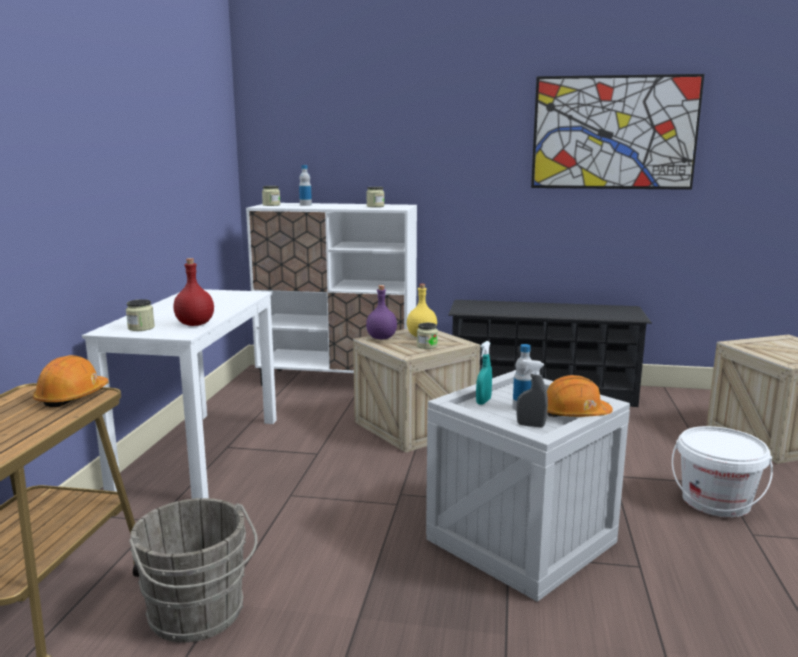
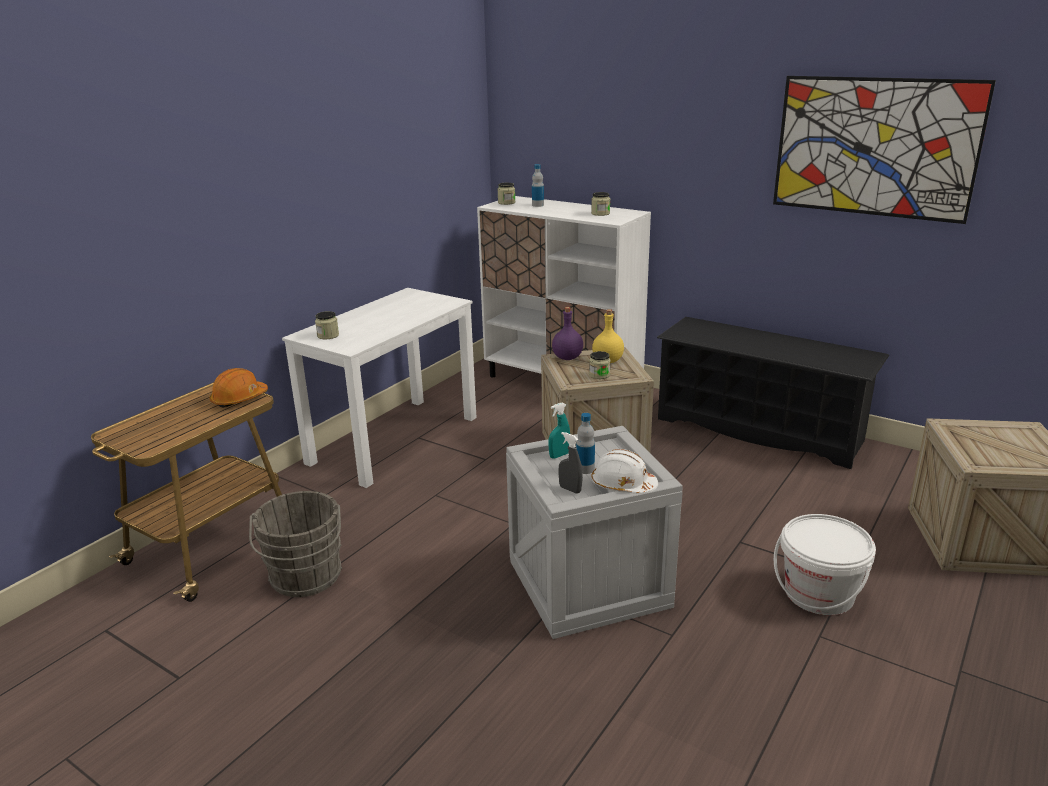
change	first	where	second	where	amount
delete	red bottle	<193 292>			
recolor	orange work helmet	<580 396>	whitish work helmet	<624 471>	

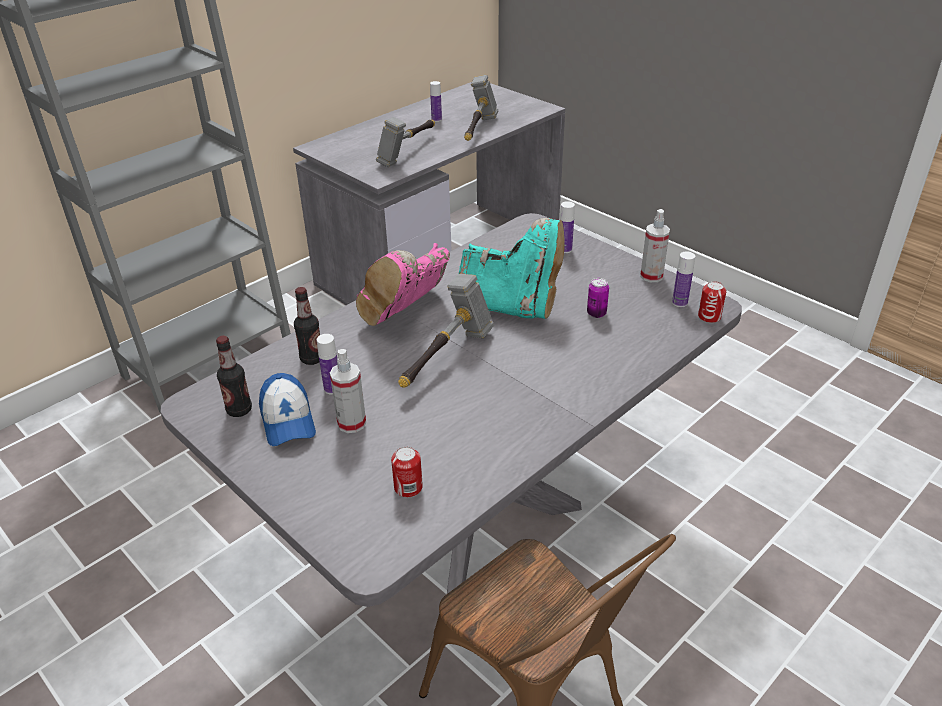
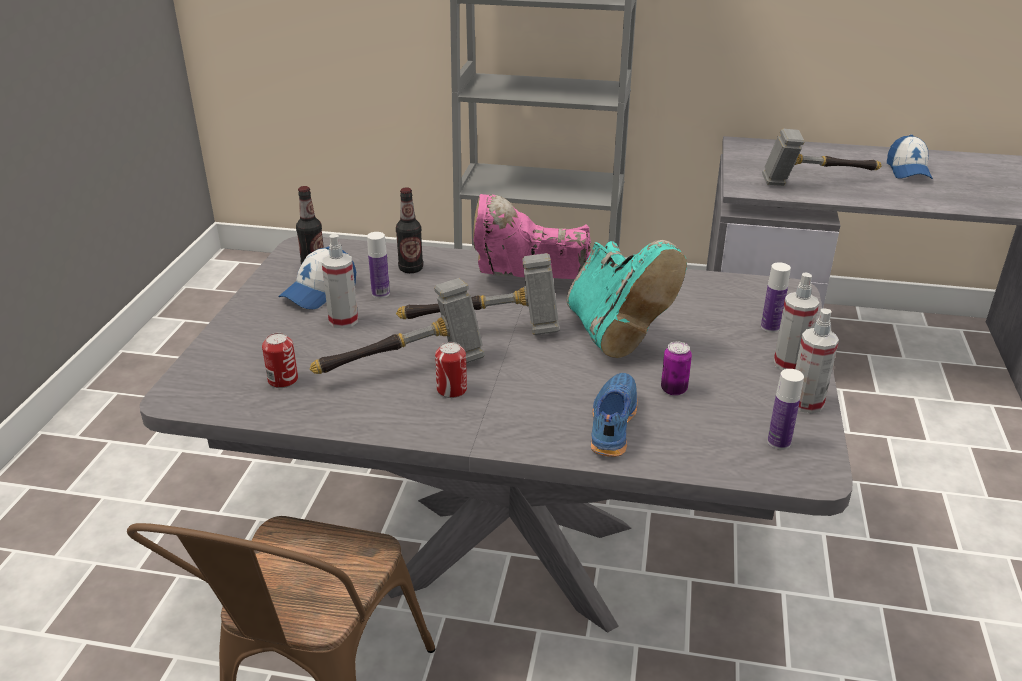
change	first	where	second	where	amount
replace	bottle	<436 101>	peaked cap	<910 157>	
move	hand hammer	<481 108>		<397 326>	
move	can	<712 302>		<451 370>	
insert			blue-coloured low shoe	<614 415>	
insert			sprayer	<796 321>	

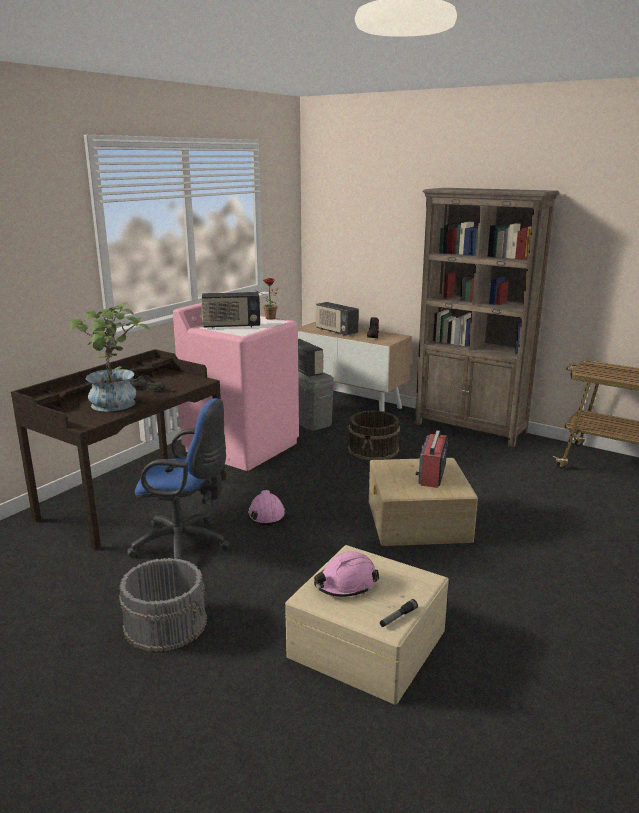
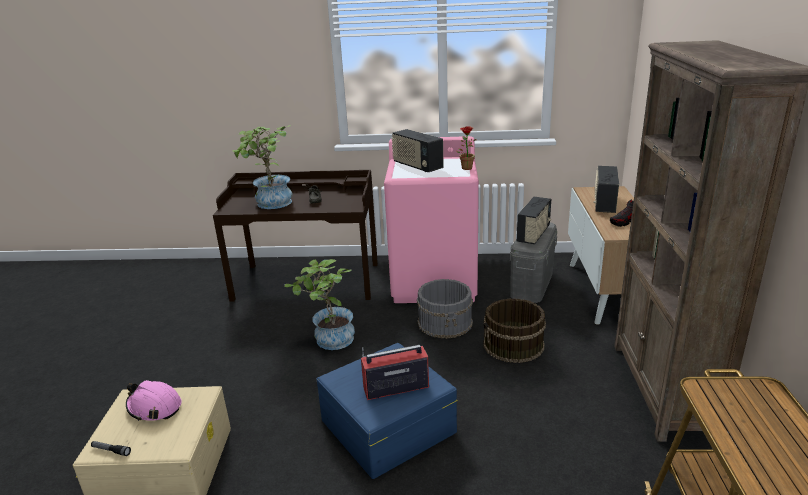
change	first	where	second	where	amount
move	gray water bucket	<163 605>		<445 309>	
delete	blue-coloured desk chair	<178 478>			
replace	pink work helmet	<266 507>	plant in a pot	<319 304>	
recolor	beige storage bin	<423 502>	blue-coloured storage bin	<387 411>	

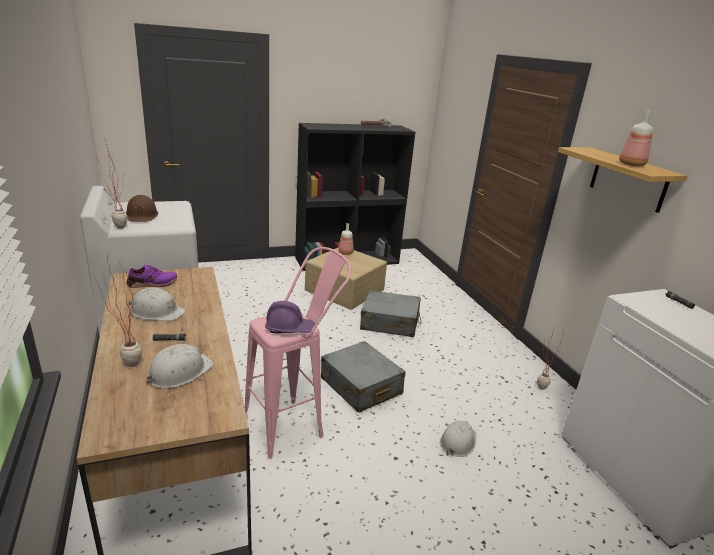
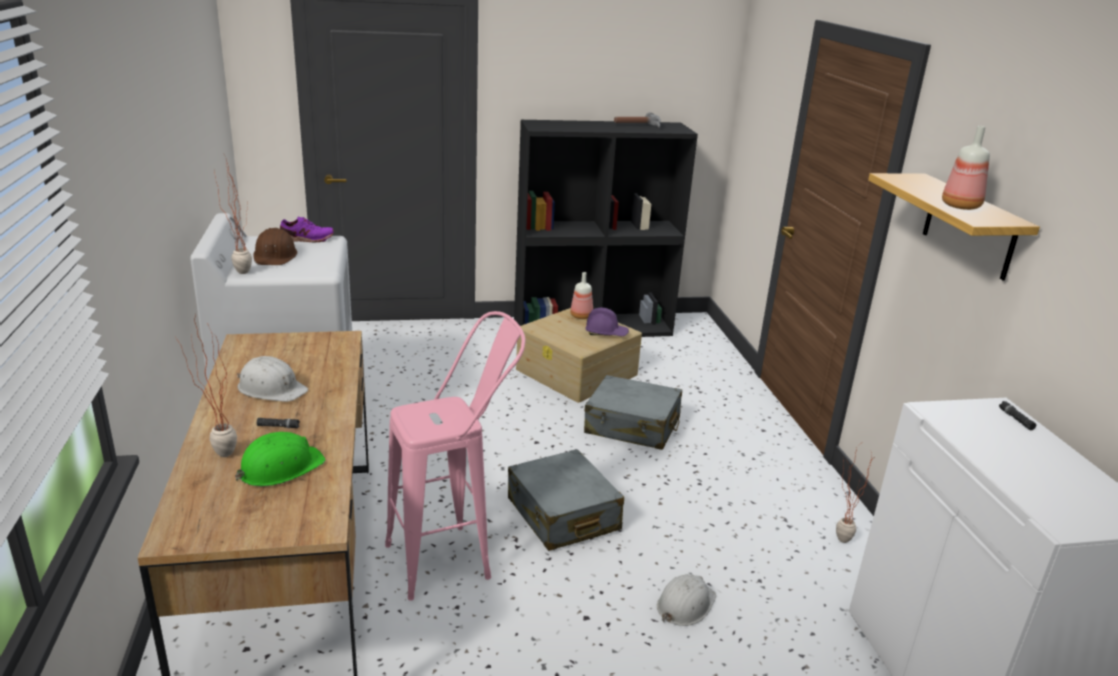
change	first	where	second	where	amount
move	purple-coloured low shoe	<151 276>		<307 230>	
recolor	whitish work helmet	<180 366>	green-coloured work helmet	<280 459>	
move	purple-coloured work helmet	<290 317>		<607 322>	

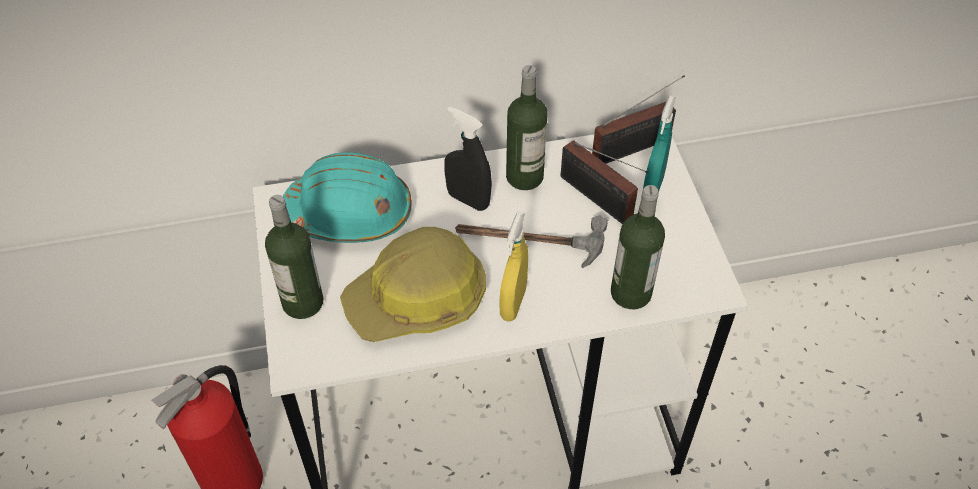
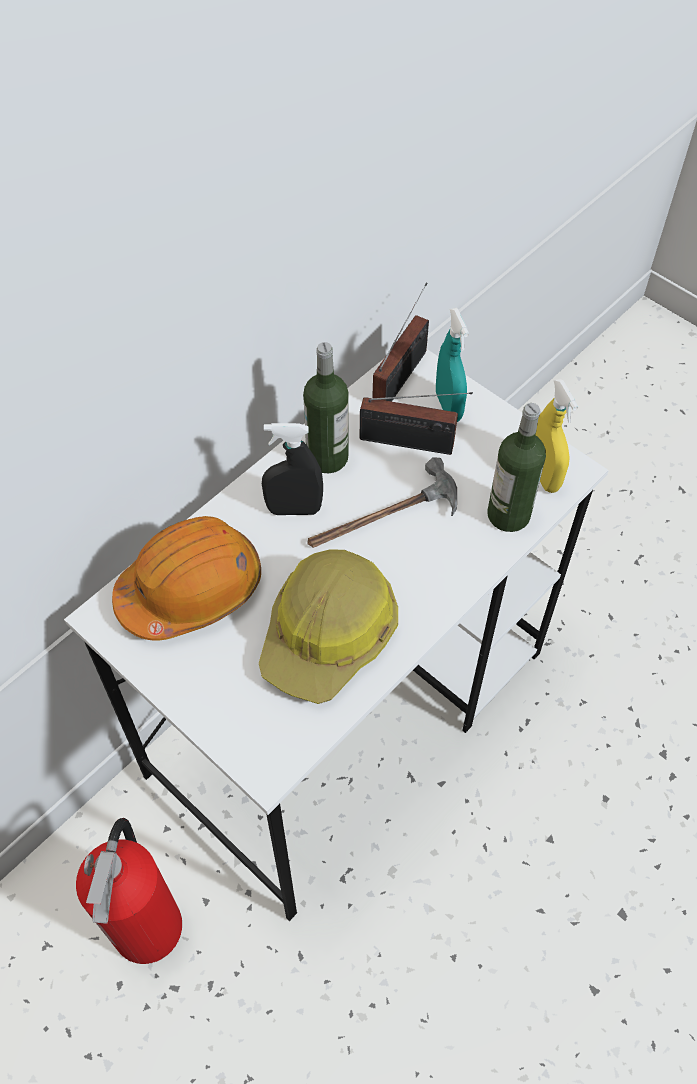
change	first	where	second	where	amount
delete	bottle	<294 257>			
recolor	turquoise work helmet	<347 197>	orange work helmet	<186 578>	
move	yellow sprayer	<513 266>		<557 435>	

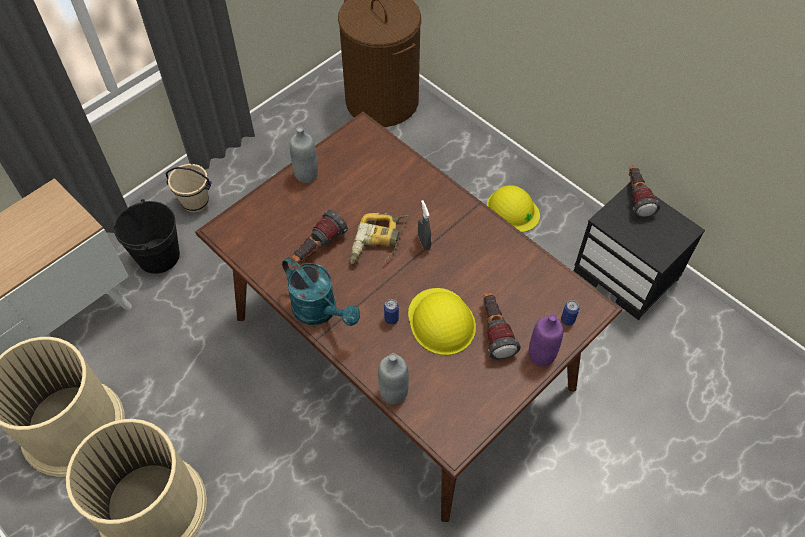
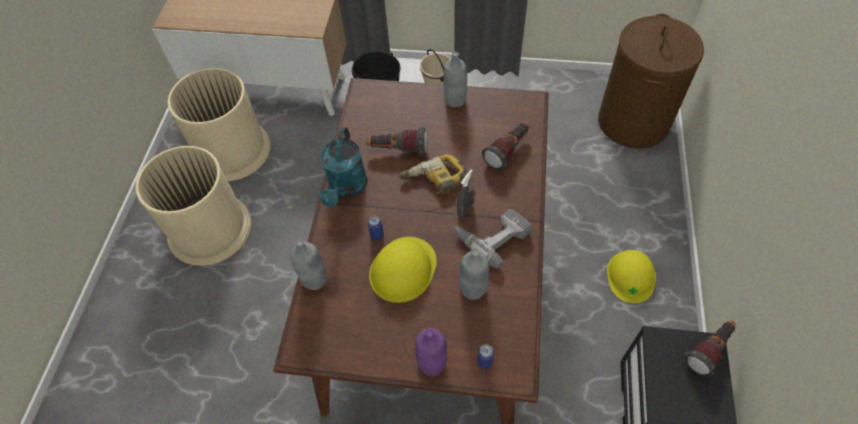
change	first	where	second	where	amount
move	torch	<502 325>		<506 146>	
insert			electric drill	<493 239>	
insert			gray bottle	<474 274>	

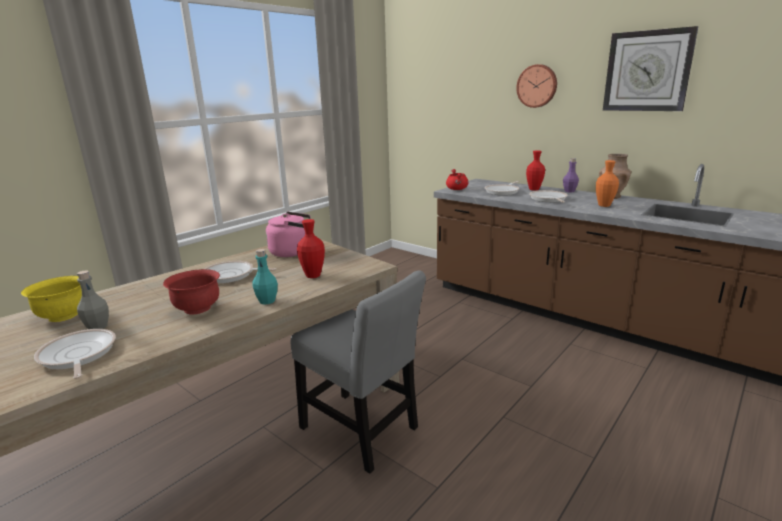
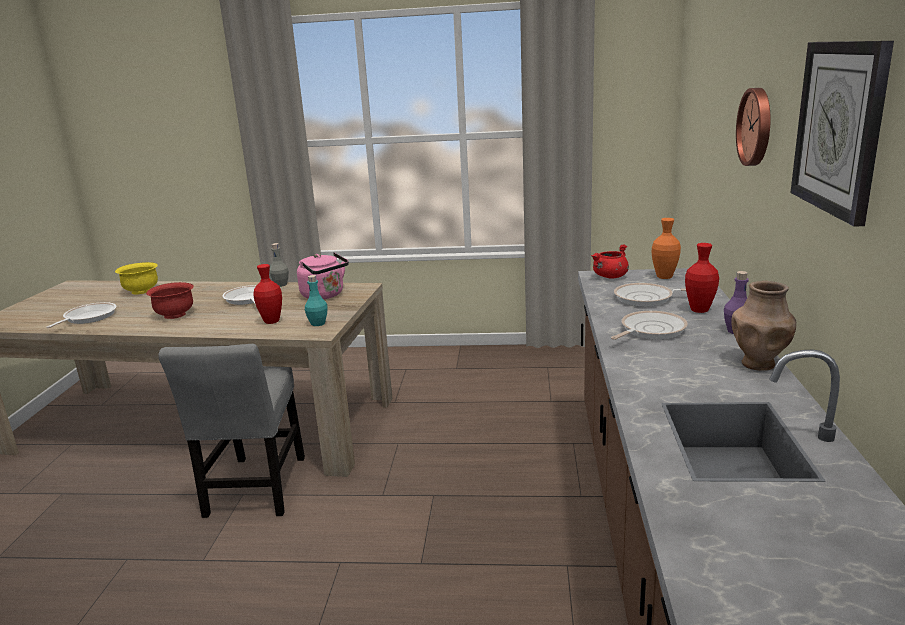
change	first	where	second	where	amount
move	gray bottle	<93 299>		<279 265>	
move	turquoise bottle	<265 277>		<316 300>	
move	orange decorative vase	<607 183>		<666 248>	

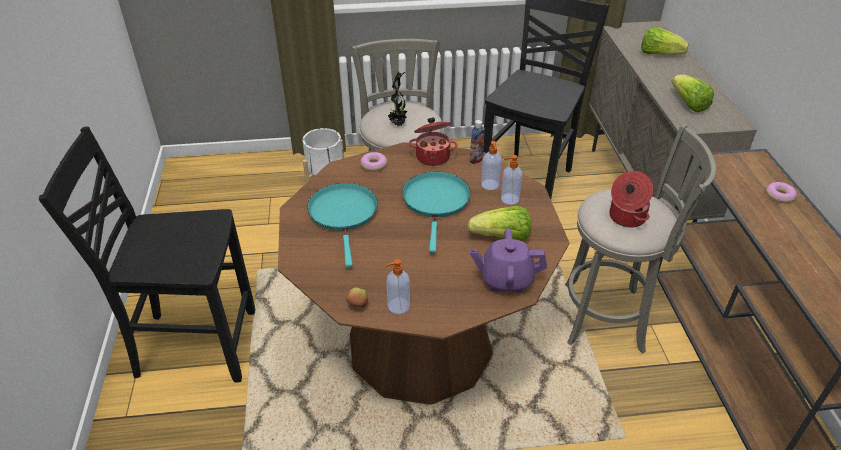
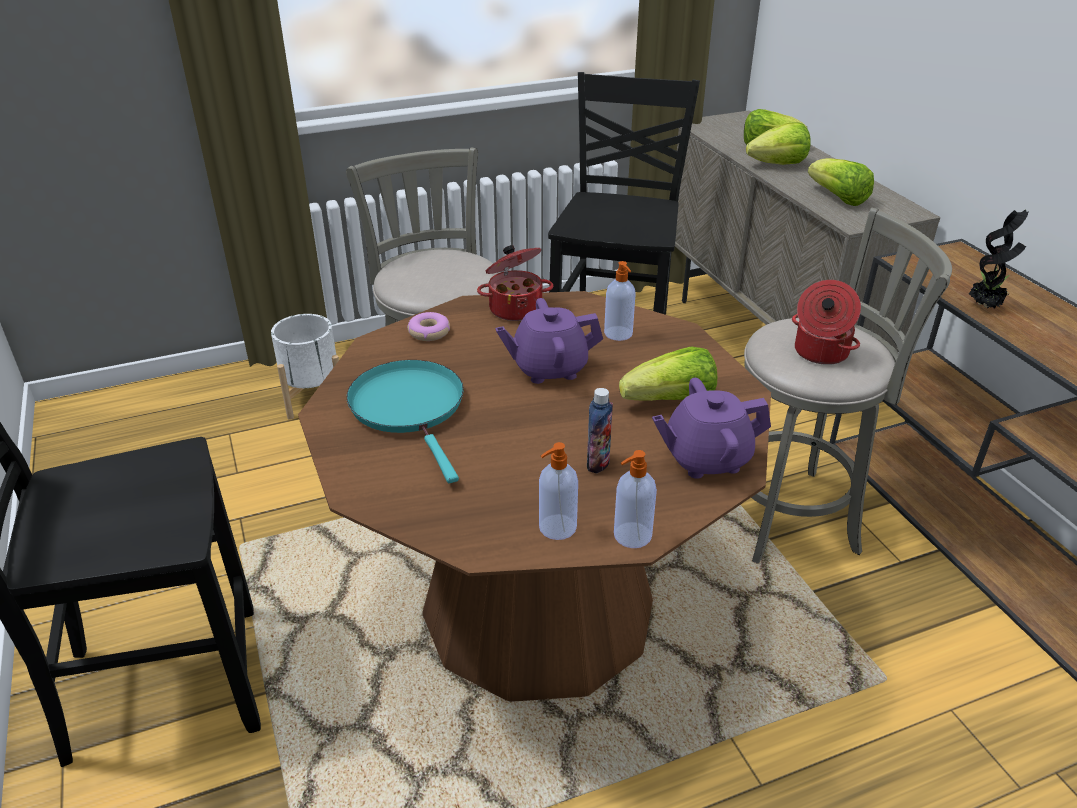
change	first	where	second	where	amount
delete	apple fruit	<357 297>			
move	plant in a pot	<398 98>		<998 259>	
replace	turquoise pan	<436 212>	purple-coloured teapot	<549 341>	
move	bottle	<477 142>		<600 430>	
move	soap dispenser	<512 180>		<635 499>	
delete	doughnut	<781 192>			
insert			lettuce head	<778 143>	

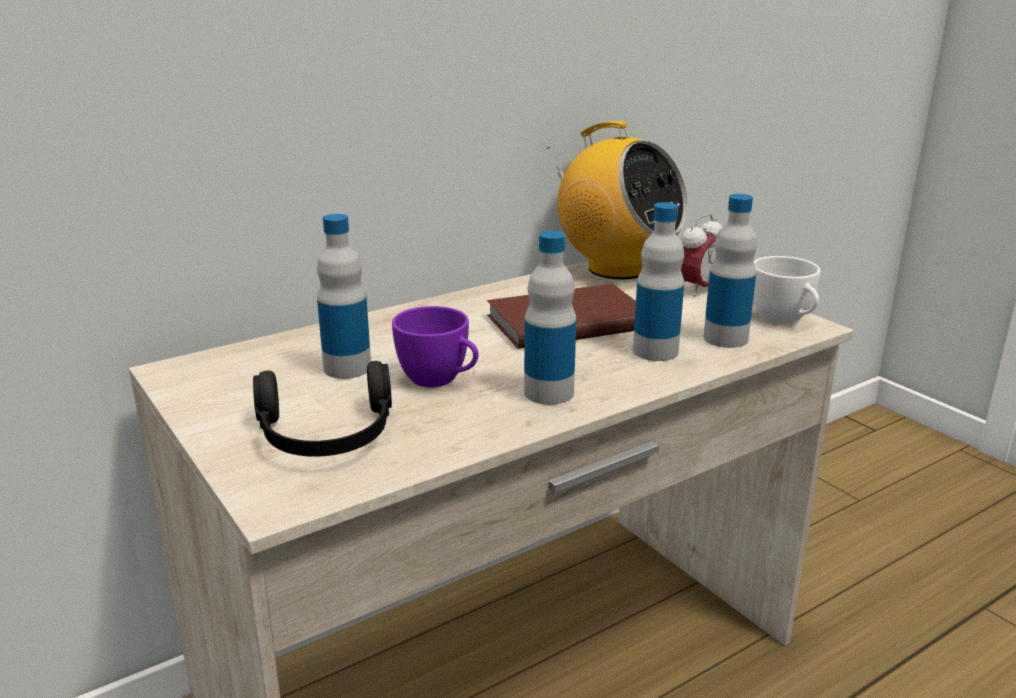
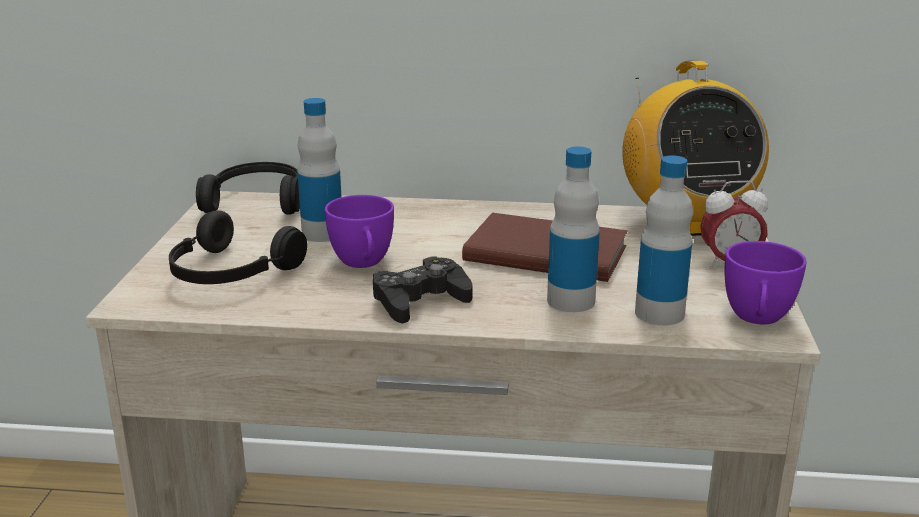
change	first	where	second	where	amount
replace	bottle	<550 318>	blackish game controller	<423 290>	
recolor	whitish small cup	<786 290>	purple-coloured small cup	<766 282>	
insert			blackish headset	<248 188>	

